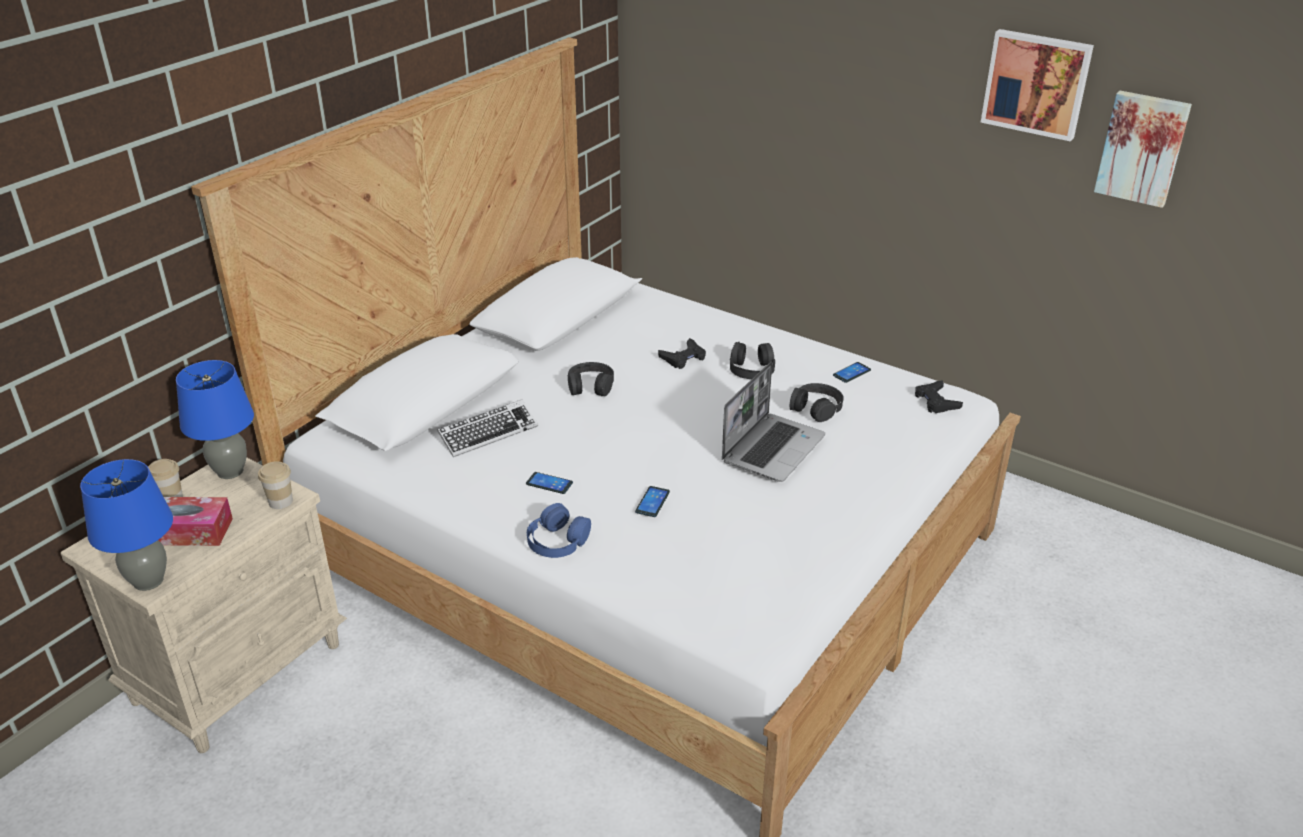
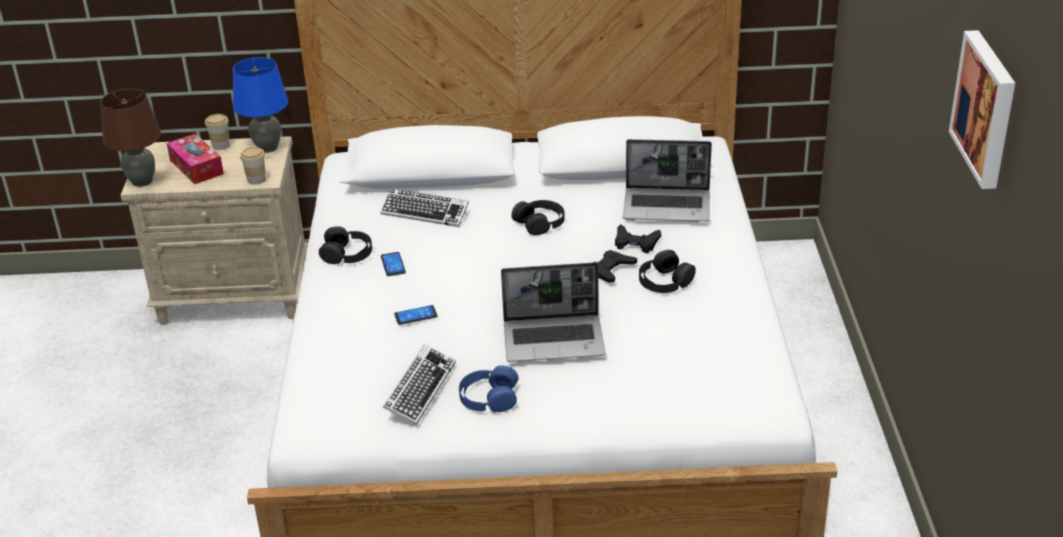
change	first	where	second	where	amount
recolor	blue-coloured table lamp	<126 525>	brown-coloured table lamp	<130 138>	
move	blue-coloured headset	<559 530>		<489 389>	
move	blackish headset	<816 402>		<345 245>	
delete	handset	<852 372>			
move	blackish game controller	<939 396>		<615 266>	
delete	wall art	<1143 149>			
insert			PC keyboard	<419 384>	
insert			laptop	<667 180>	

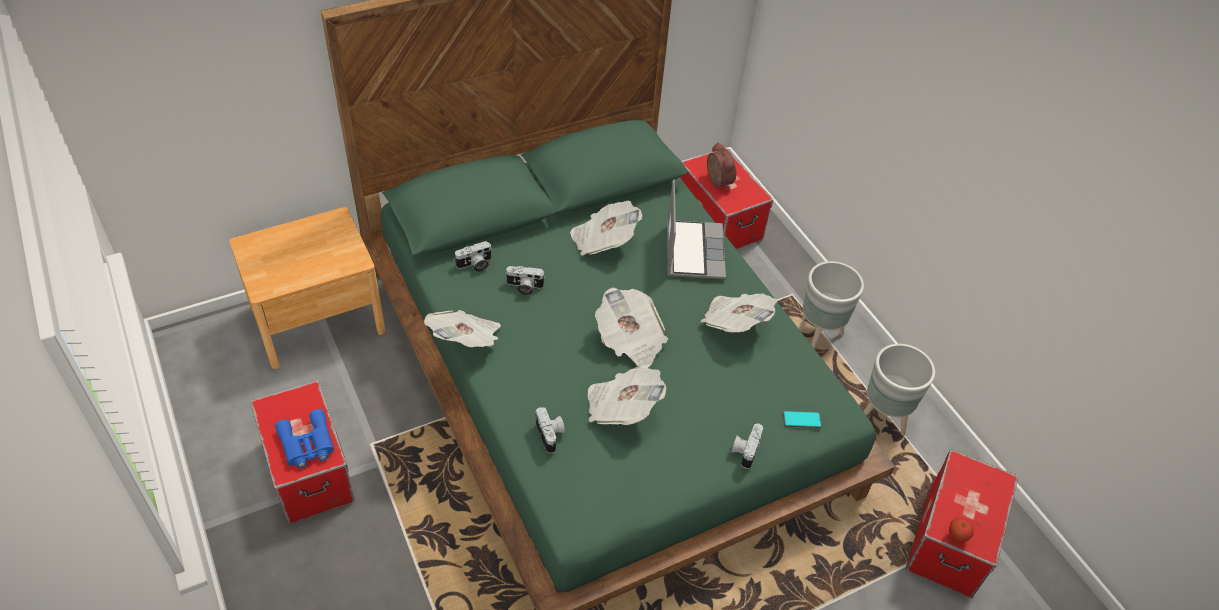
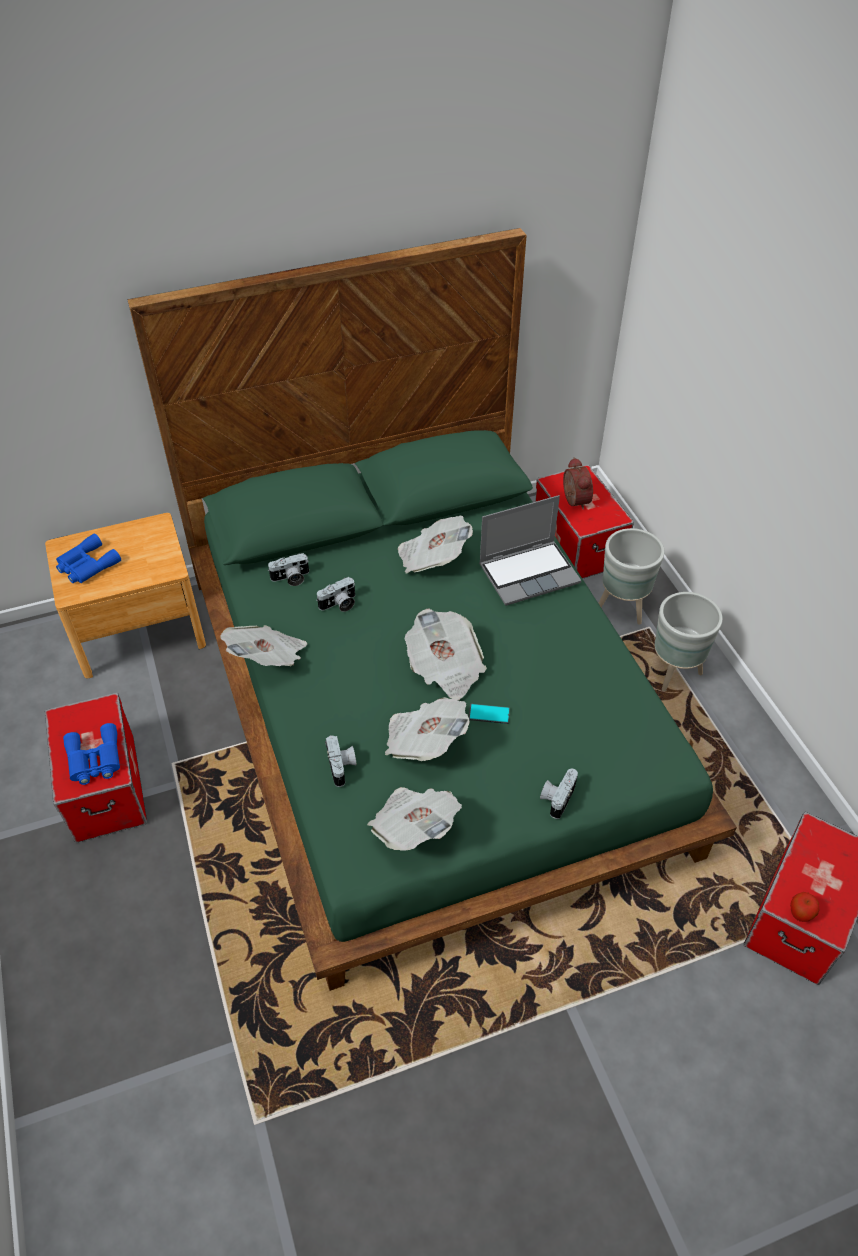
change	first	where	second	where	amount
rotate	still camera	<524 281>		<335 594>	45 degrees counterclockwise
rotate	laptop	<696 229>		<530 550>	60 degrees clockwise
move	newspaper	<739 312>		<414 818>	
move	handset	<802 419>		<489 714>	
move	gray planter	<899 390>		<631 576>	
insert			blue-coloured pair of binoculars	<88 558>	

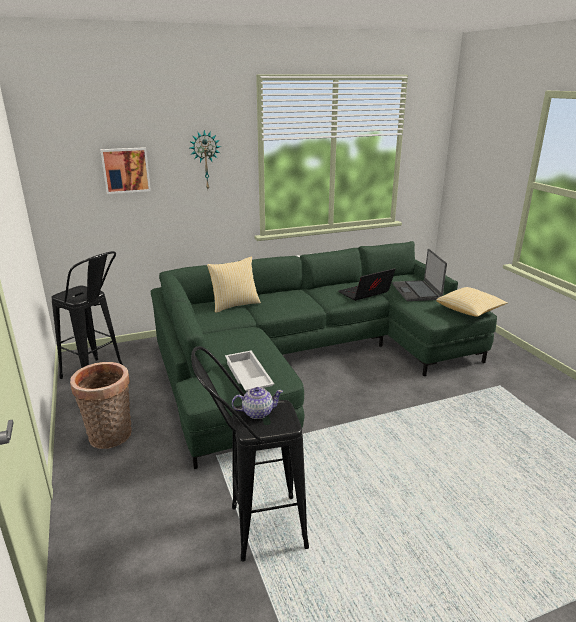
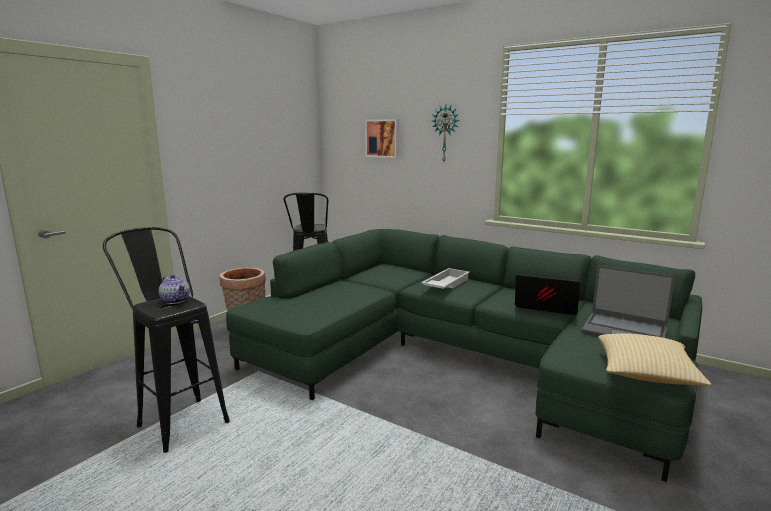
change	first	where	second	where	amount
delete	pillow	<234 284>			
move	whitish tray	<249 371>		<445 278>	
rotate	laptop	<419 275>		<628 301>	105 degrees counterclockwise

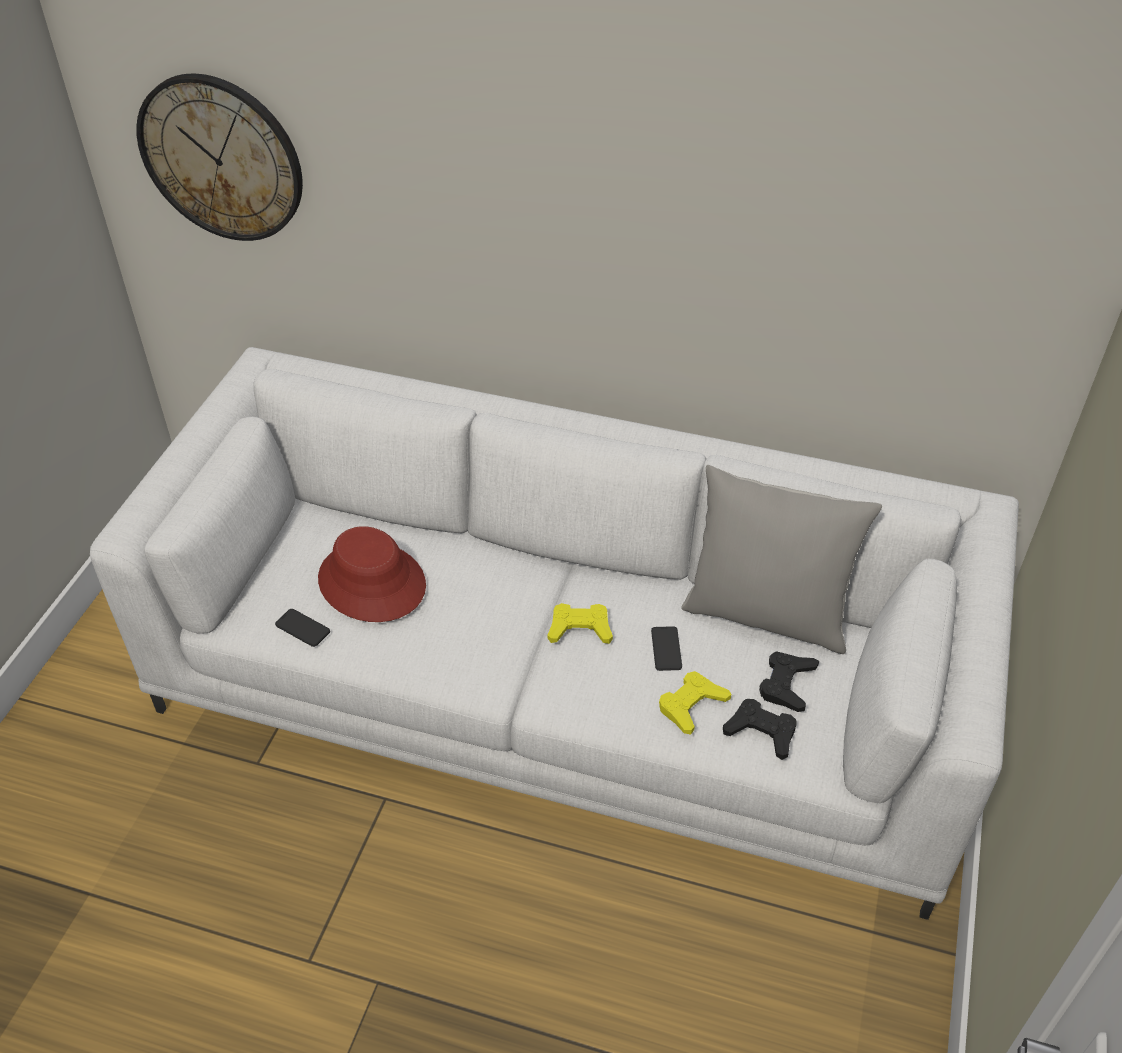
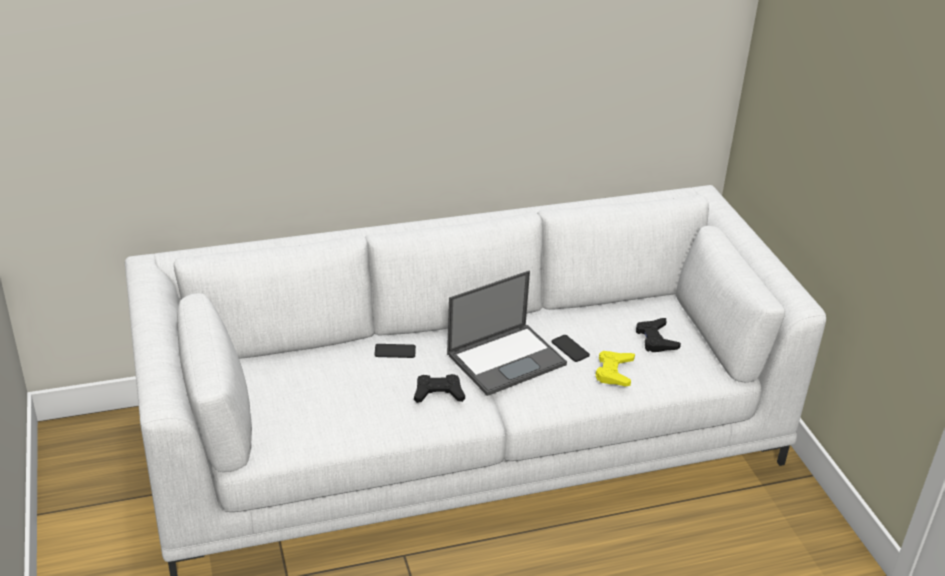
change	first	where	second	where	amount
delete	hanging clock	<219 157>			
move	handset	<302 628>		<395 351>	
delete	red clothing hat	<372 574>			
replace	yellow game controller	<580 623>	laptop	<507 333>	
delete	gray pillow	<781 559>			
move	blackish game controller	<759 729>		<439 388>	

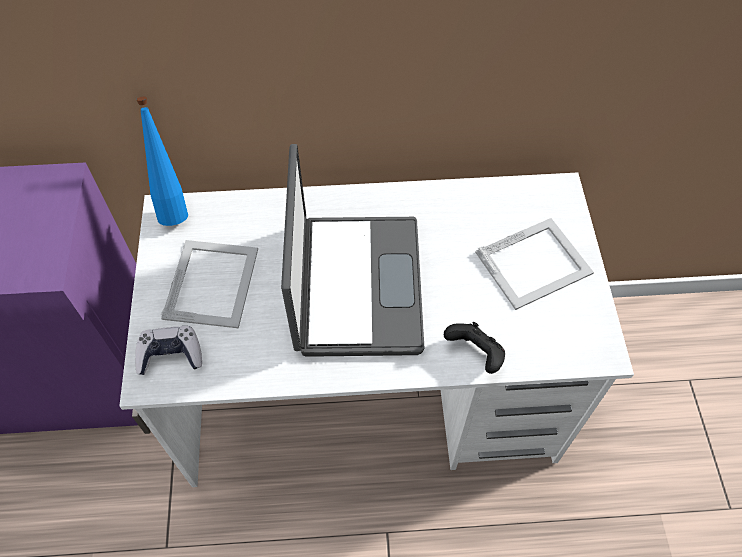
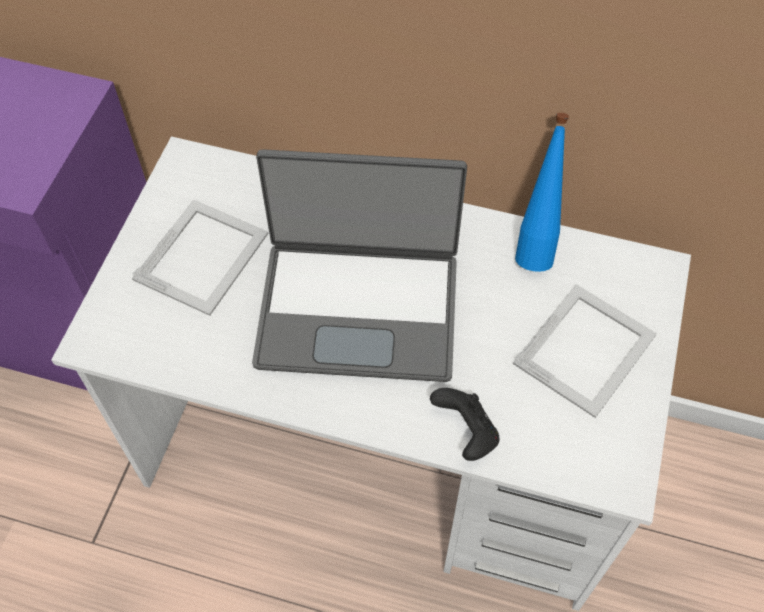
change	first	where	second	where	amount
delete	game controller	<168 350>			
move	blue-coloured bottle	<162 161>		<542 192>	
rotate	laptop	<352 250>		<359 265>	75 degrees clockwise
rotate	standing frame	<534 264>		<585 351>	45 degrees counterclockwise

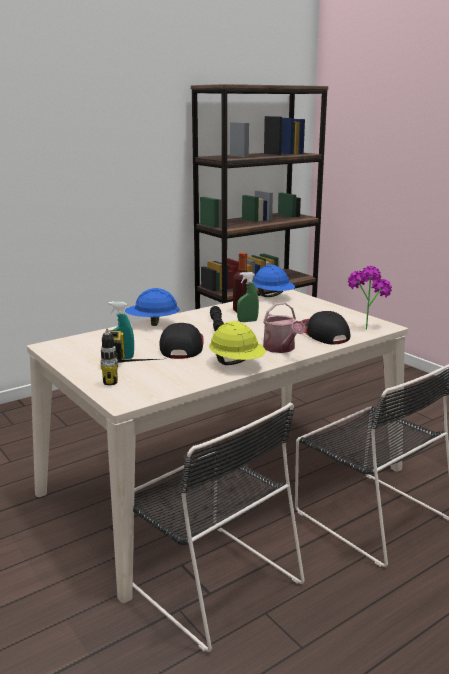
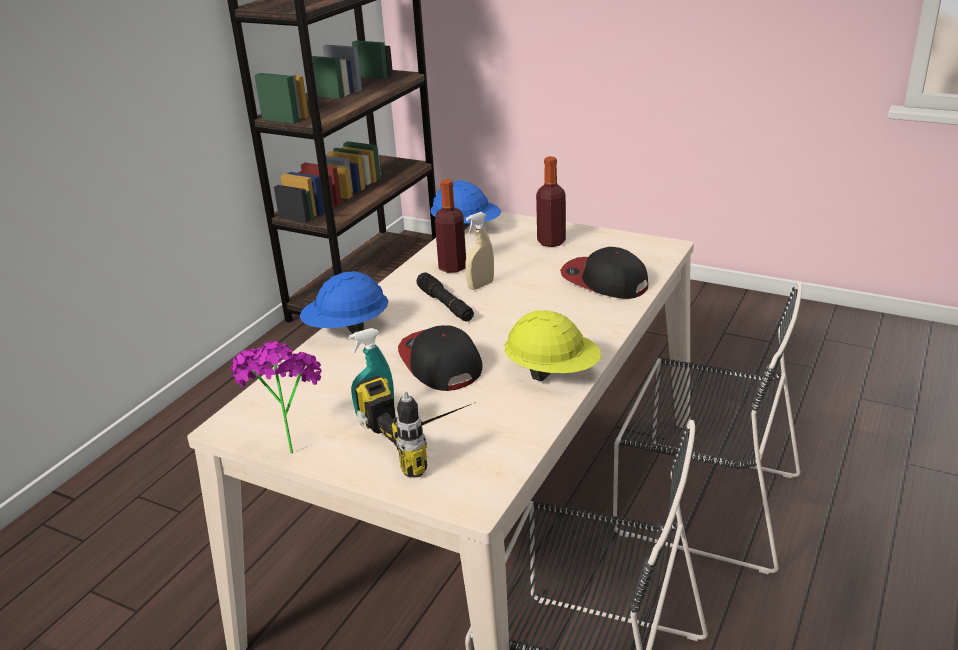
change	first	where	second	where	amount
recolor	green-coloured sprayer	<248 297>	beige sprayer	<479 251>	
delete	watering can	<284 327>			
move	plant in a pot	<370 298>		<276 397>	
insert			bottle	<551 201>	

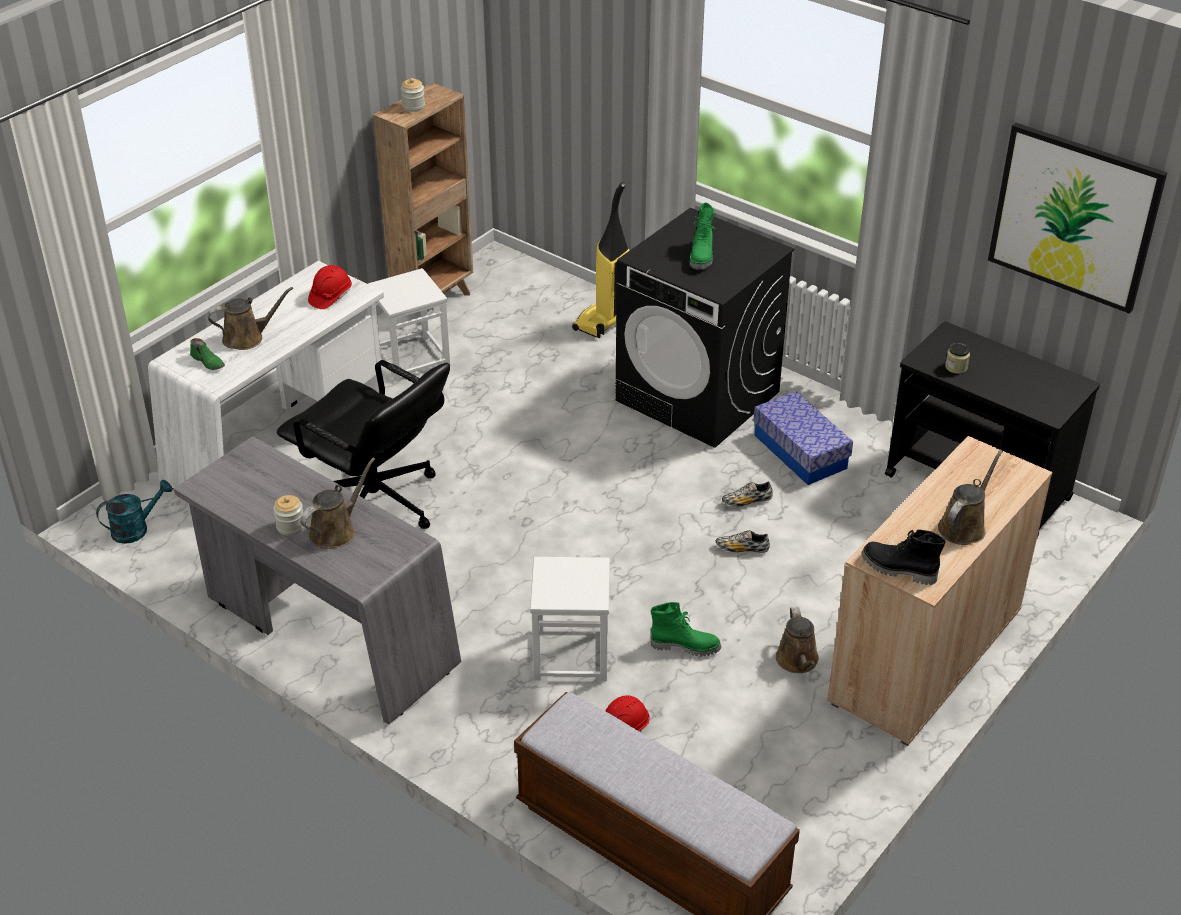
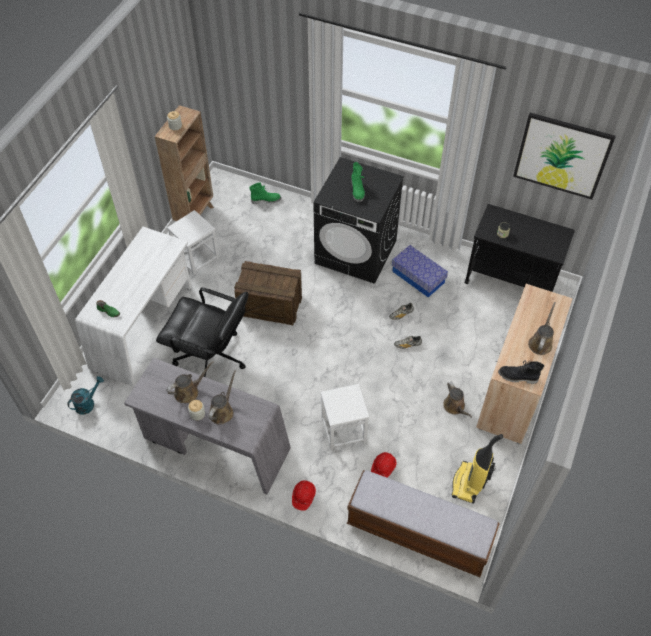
change	first	where	second	where	amount
move	brown-coloured watering can	<250 318>		<190 382>	
move	red work helmet	<330 287>		<304 495>	
move	vacuum cleaner	<601 260>		<477 468>	
move	green-coloured tall boot	<686 629>		<265 193>	
insert			shipping crate	<268 293>	

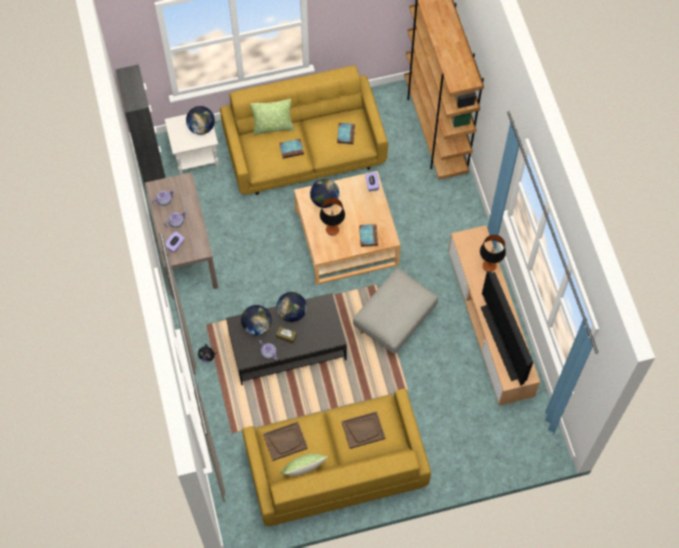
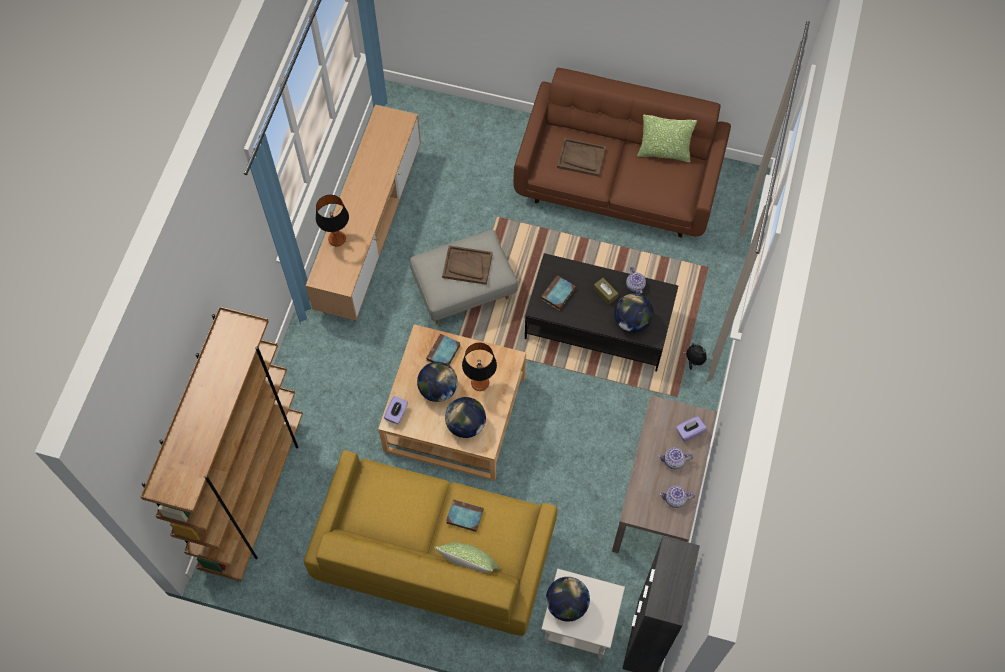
change	first	where	second	where	amount
recolor	yellow settee	<336 457>	brown-coloured settee	<622 153>	
move	brown-coloured tray	<285 441>		<467 265>	
move	desk globe	<291 307>		<437 382>	
move	bound book	<346 134>		<558 292>	
delete	TV set	<507 328>			

